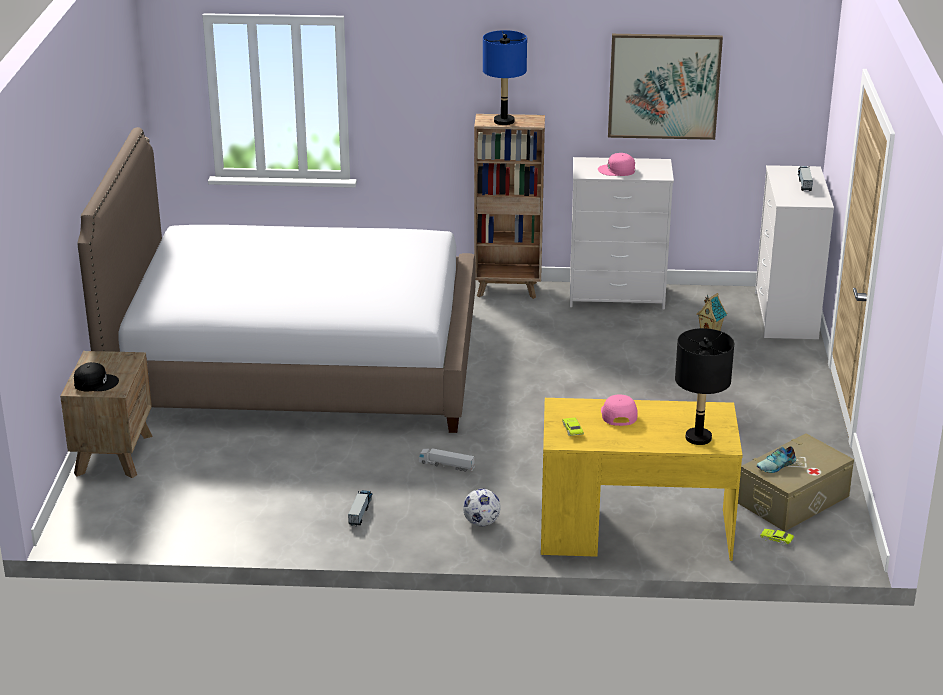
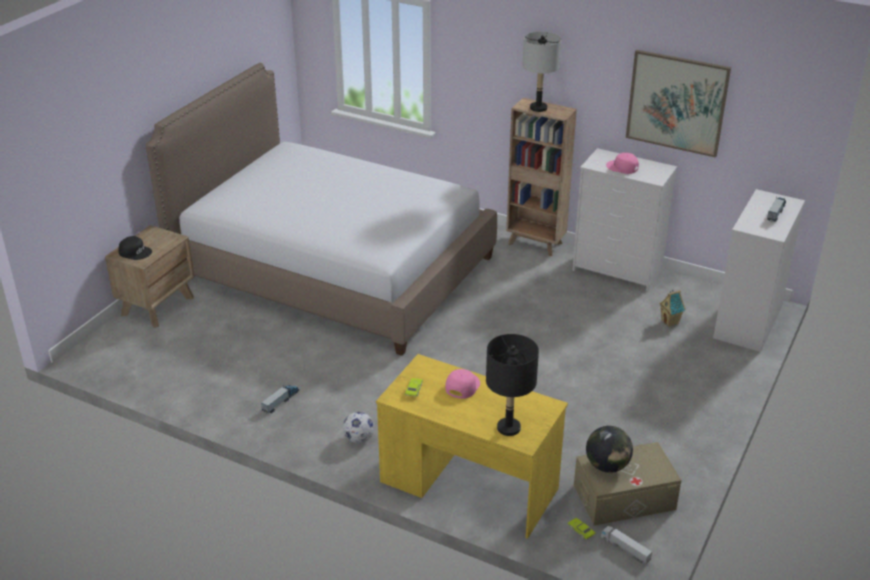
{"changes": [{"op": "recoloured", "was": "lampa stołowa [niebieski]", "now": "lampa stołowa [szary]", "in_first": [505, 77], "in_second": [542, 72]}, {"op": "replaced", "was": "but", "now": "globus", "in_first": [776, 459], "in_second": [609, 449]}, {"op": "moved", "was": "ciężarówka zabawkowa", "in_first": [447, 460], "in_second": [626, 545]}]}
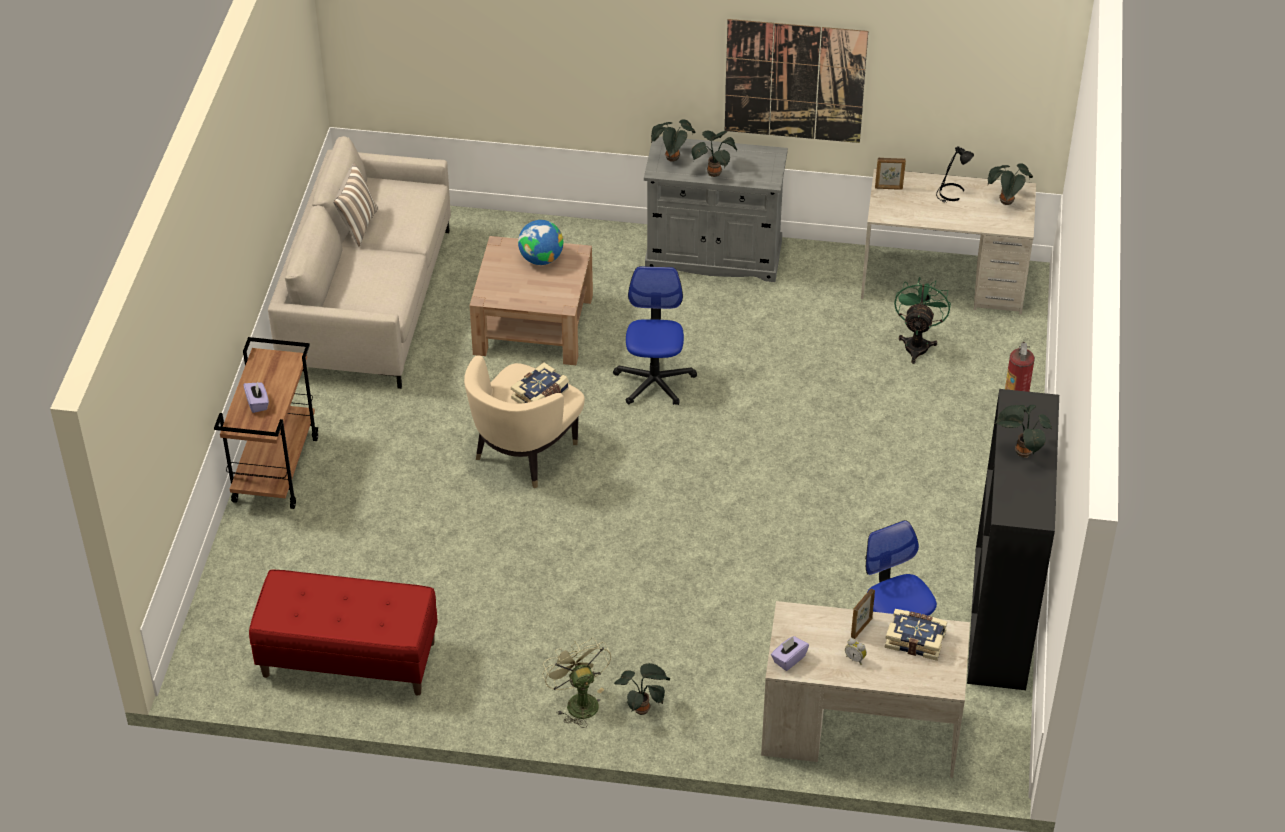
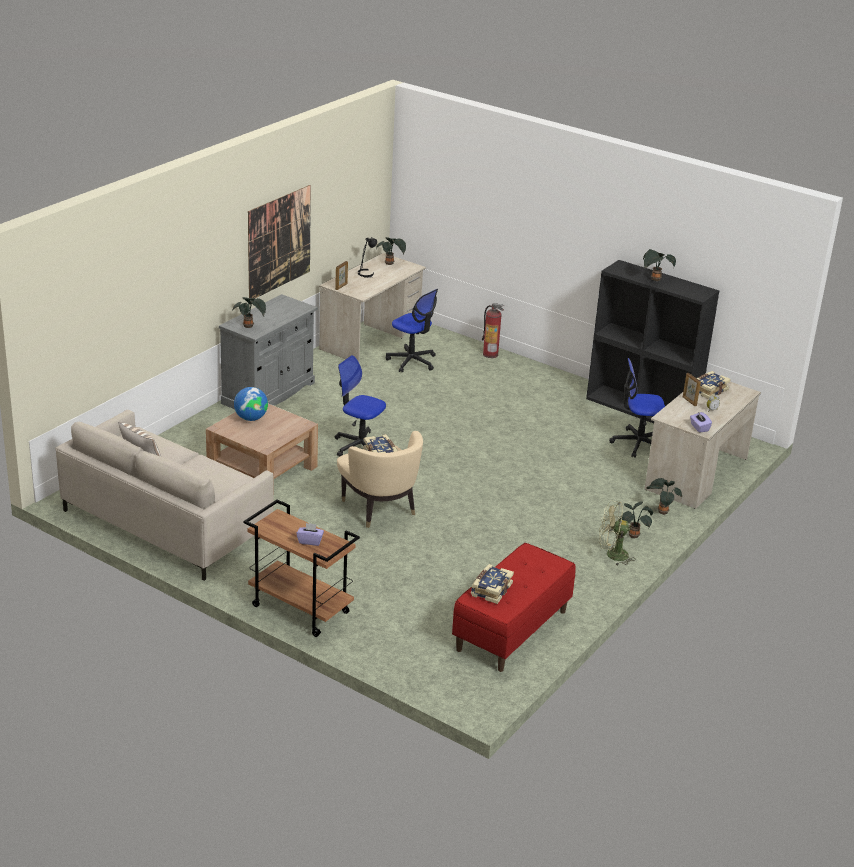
{"changes": [{"op": "replaced", "was": "wentylator [zielony]", "now": "krzesło biurowe", "in_first": [922, 320], "in_second": [412, 331]}, {"op": "added", "now": "książka", "in_second": [492, 584]}, {"op": "moved", "was": "roślina doniczkowa", "in_first": [714, 153], "in_second": [664, 496]}]}
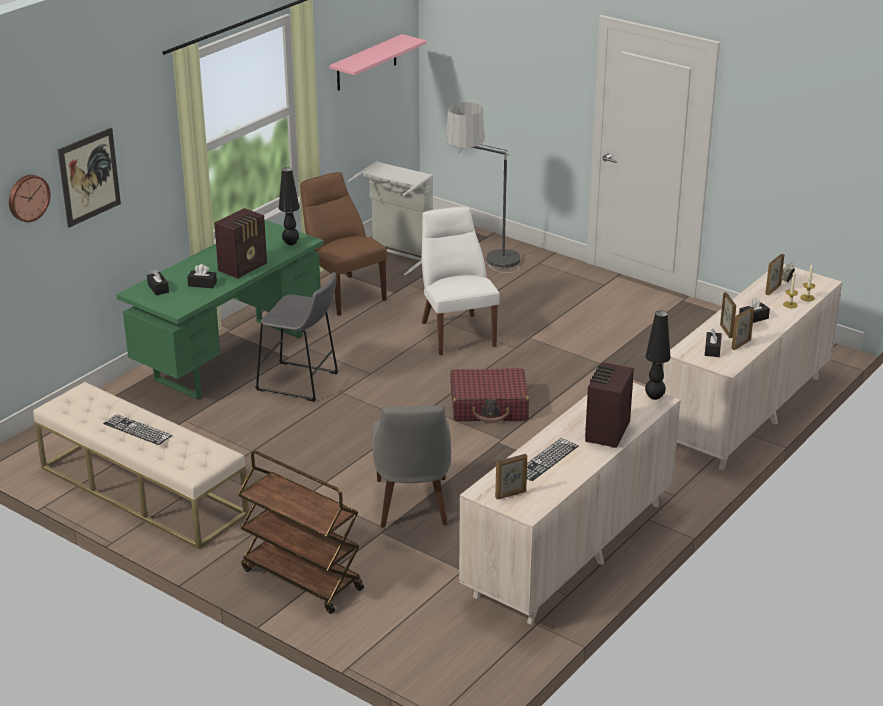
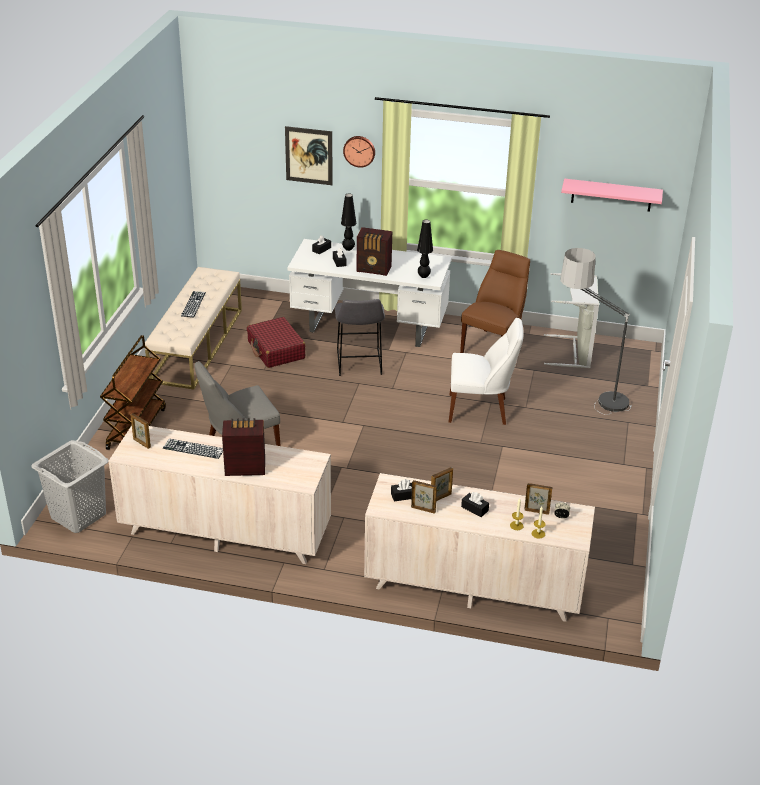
{"changes": [{"op": "added", "now": "kosz na pranie [szary]", "in_second": [70, 486]}, {"op": "moved", "was": "walizka [czerwony]", "in_first": [489, 395], "in_second": [276, 342]}, {"op": "recoloured", "was": "biurko [zielony]", "now": "biurko [biały]", "in_first": [219, 310], "in_second": [370, 293]}, {"op": "moved", "was": "lampa stołowa [czarny]", "in_first": [657, 355], "in_second": [348, 222]}, {"op": "moved", "was": "zegar ścienny", "in_first": [29, 198], "in_second": [359, 152]}, {"op": "turned", "was": "krzesło [biały]", "in_first": [461, 280], "in_second": [486, 371], "clockwise": 45}]}
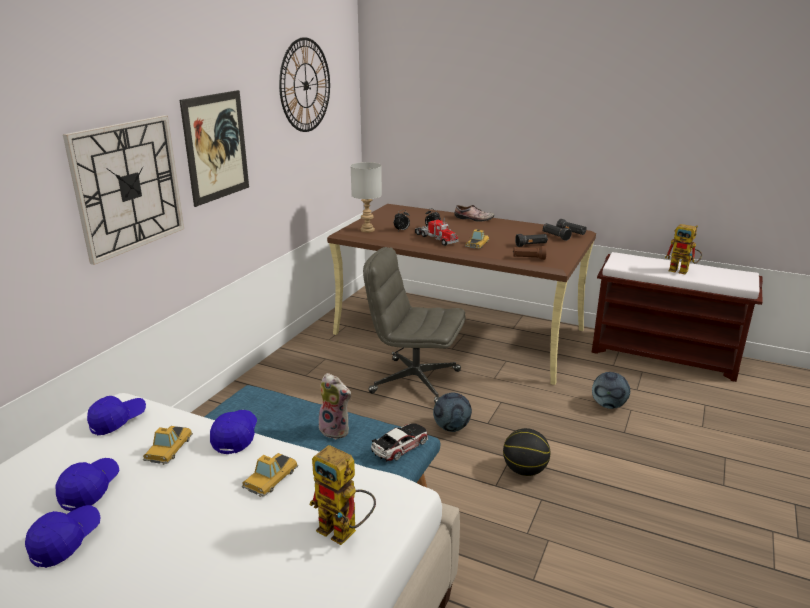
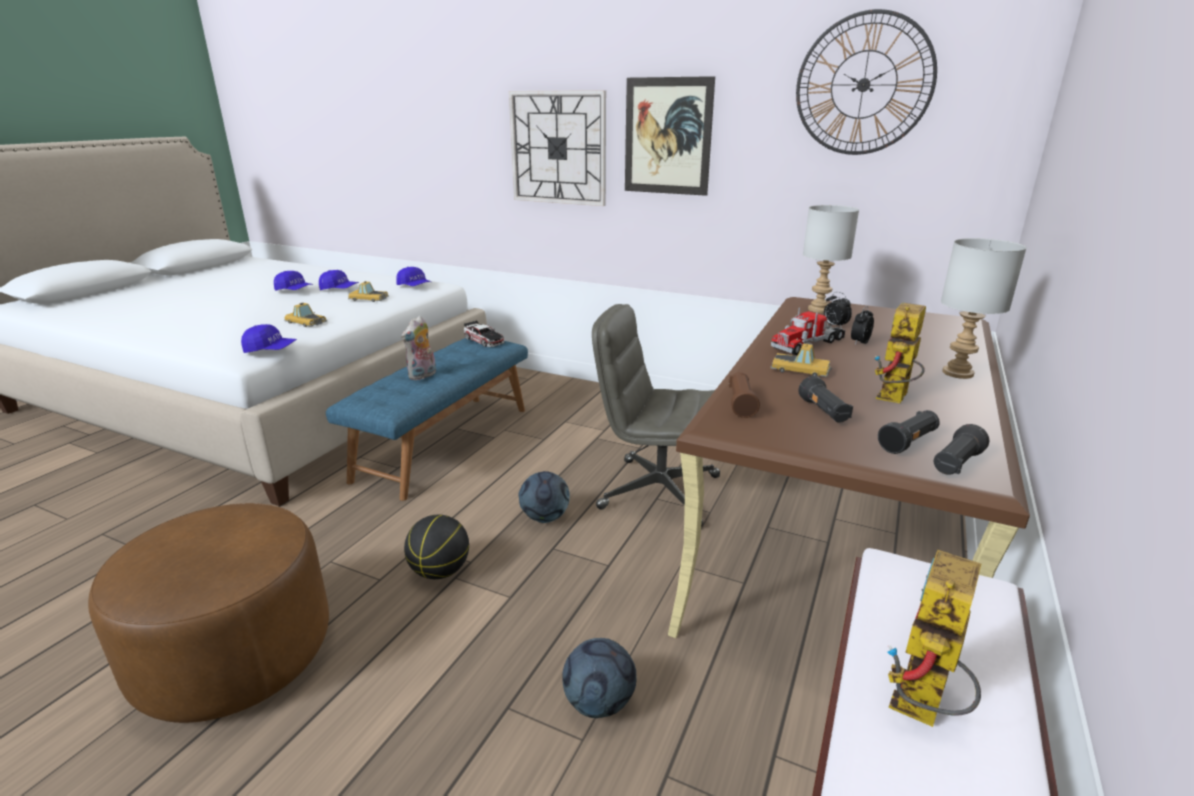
{"changes": [{"op": "added", "now": "pufa [brązowy]", "in_second": [208, 613]}, {"op": "moved", "was": "czapka z daszkiem [niebieski]", "in_first": [233, 432], "in_second": [269, 338]}, {"op": "moved", "was": "samochodzik", "in_first": [399, 442], "in_second": [484, 334]}, {"op": "turned", "was": "krzesło biurowe [szary]", "in_first": [414, 325], "in_second": [656, 415], "clockwise": -90}, {"op": "moved", "was": "robot zabawkowy", "in_first": [342, 495], "in_second": [900, 353]}, {"op": "replaced", "was": "but", "now": "lampa stołowa [szary]", "in_first": [474, 213], "in_second": [984, 308]}]}
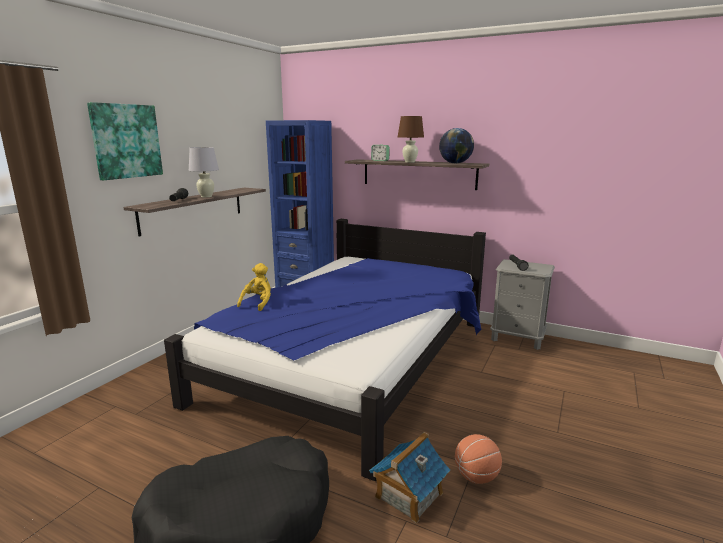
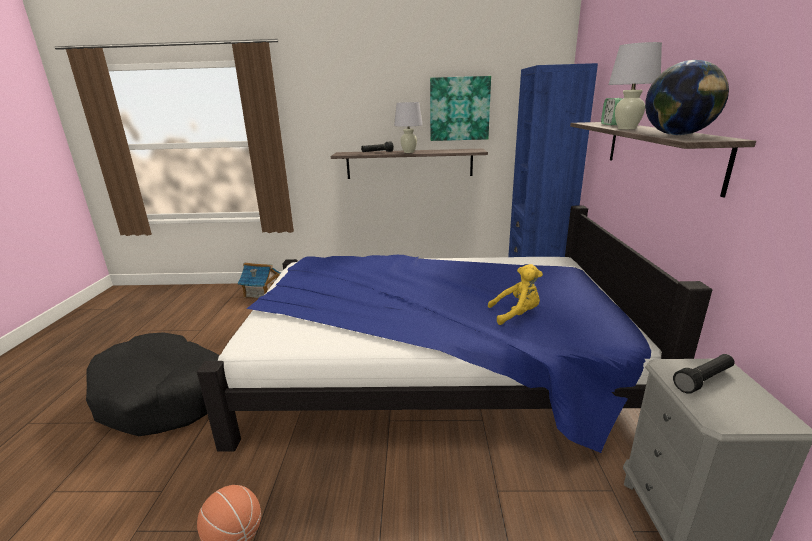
{"changes": [{"op": "moved", "was": "domek", "in_first": [409, 478], "in_second": [259, 280]}, {"op": "moved", "was": "obraz", "in_first": [125, 141], "in_second": [460, 108]}, {"op": "moved", "was": "pluszak [żółty]", "in_first": [254, 287], "in_second": [515, 294]}, {"op": "recoloured", "was": "lampa stołowa [brązowy]", "now": "lampa stołowa [biały]", "in_first": [411, 139], "in_second": [635, 85]}]}
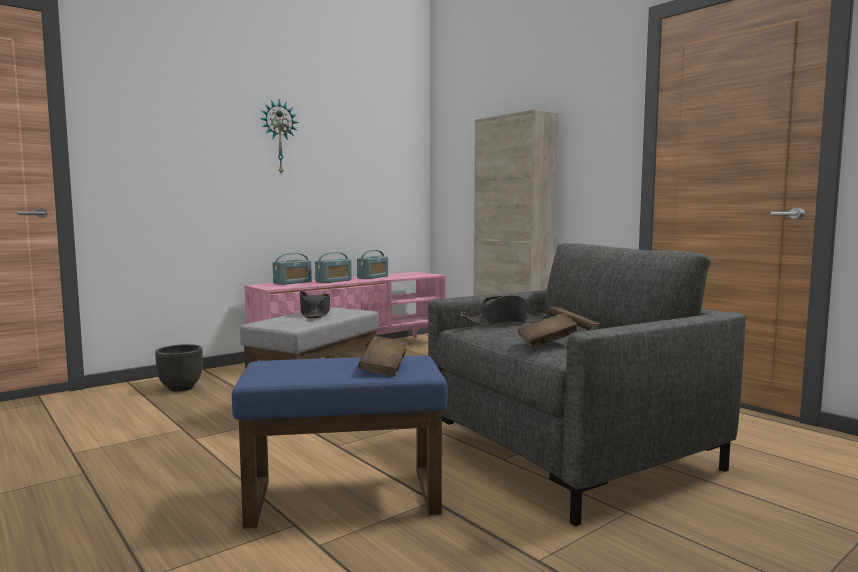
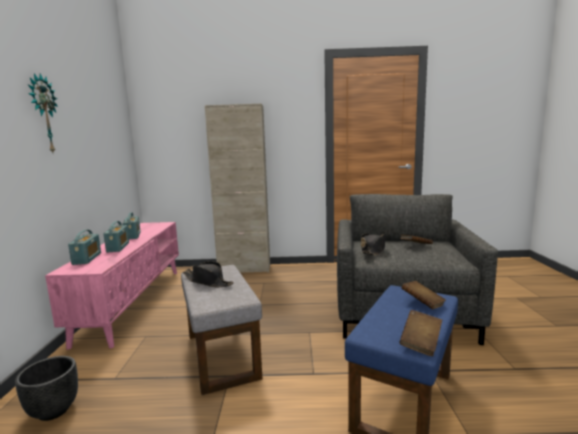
{"changes": [{"op": "moved", "was": "książka [brązowy]", "in_first": [548, 330], "in_second": [420, 333]}]}
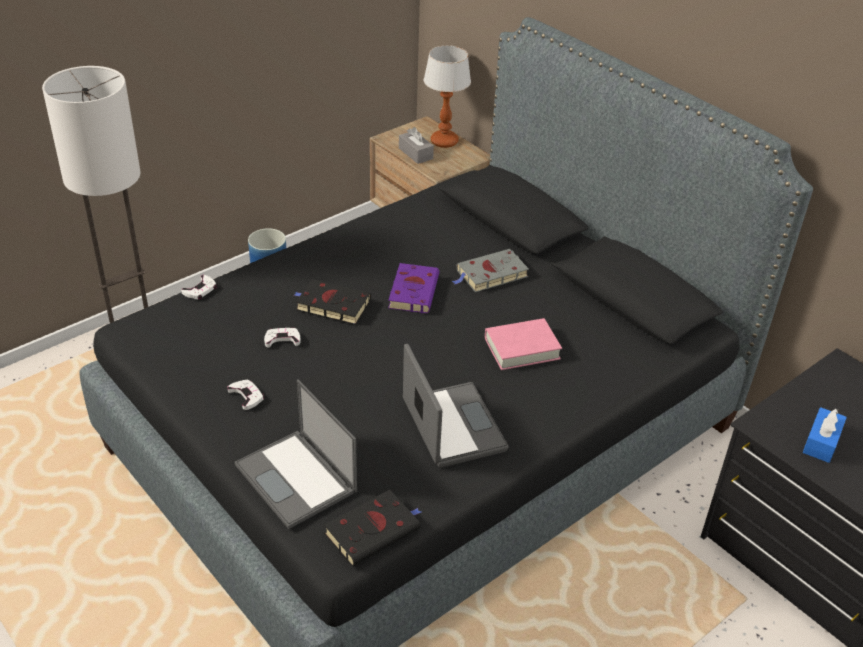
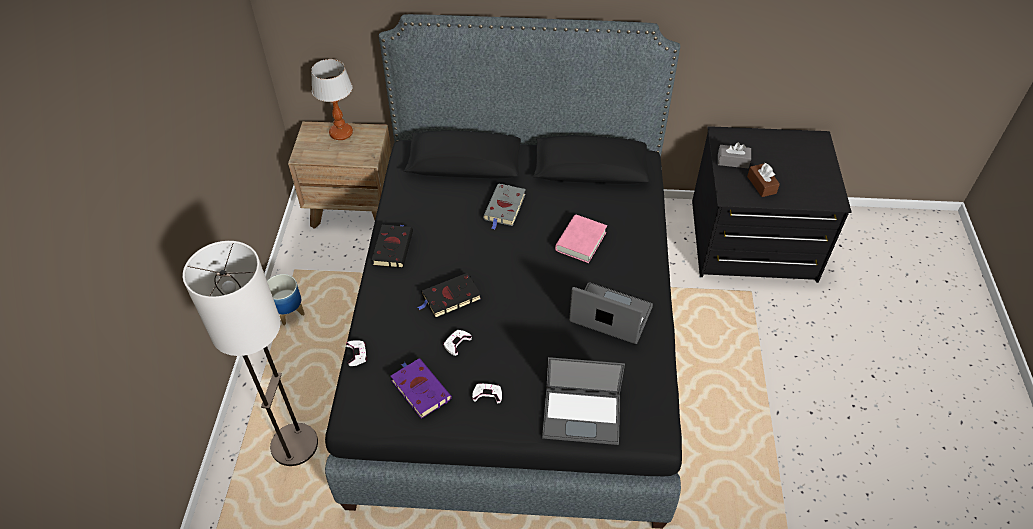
{"changes": [{"op": "moved", "was": "książka [czarny]", "in_first": [372, 528], "in_second": [392, 246]}, {"op": "moved", "was": "książka [fioletowy]", "in_first": [413, 288], "in_second": [421, 388]}, {"op": "moved", "was": "pudełko chusteczek [szary]", "in_first": [416, 145], "in_second": [734, 155]}, {"op": "recoloured", "was": "pudełko chusteczek [niebieski]", "now": "pudełko chusteczek [brązowy]", "in_first": [825, 435], "in_second": [763, 180]}]}
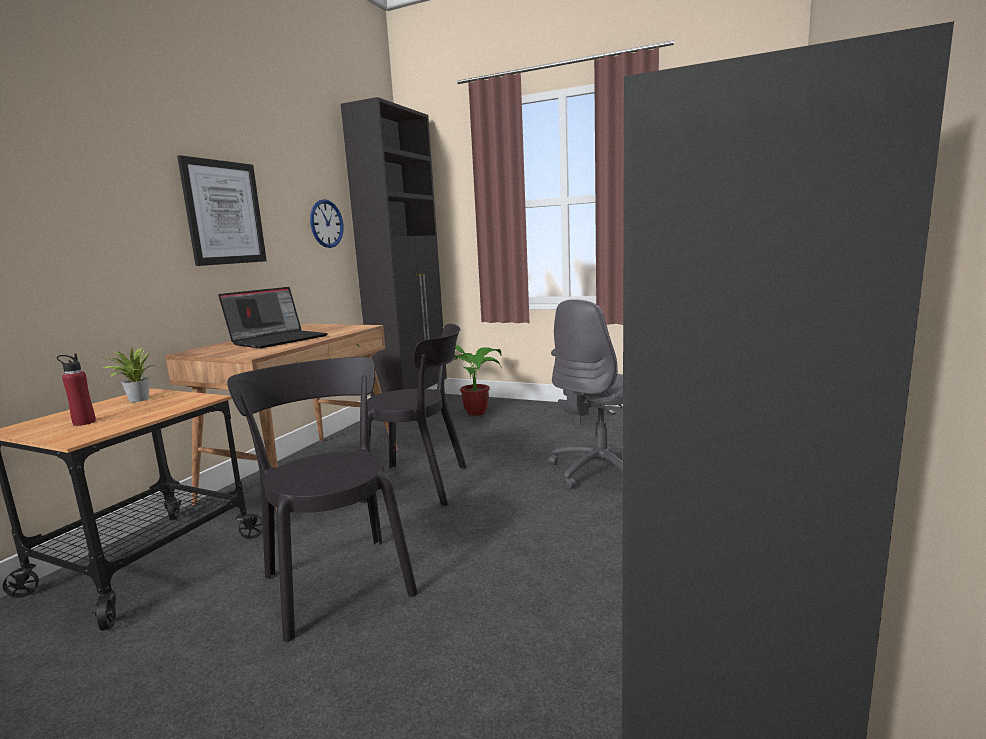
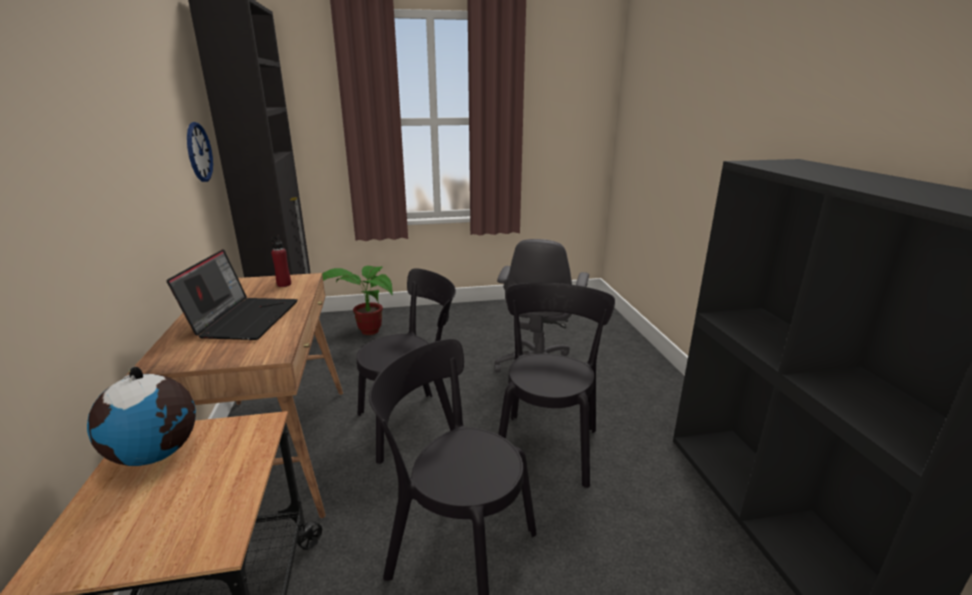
{"changes": [{"op": "replaced", "was": "roślina doniczkowa", "now": "globus", "in_first": [126, 375], "in_second": [141, 416]}, {"op": "moved", "was": "butelka [czerwony]", "in_first": [76, 389], "in_second": [281, 261]}, {"op": "added", "now": "krzesło [czarny]", "in_second": [556, 385]}, {"op": "removed", "was": "obraz", "in_first": [222, 210]}]}
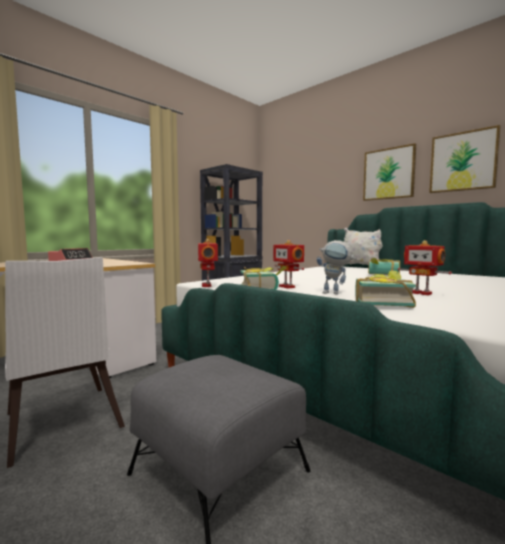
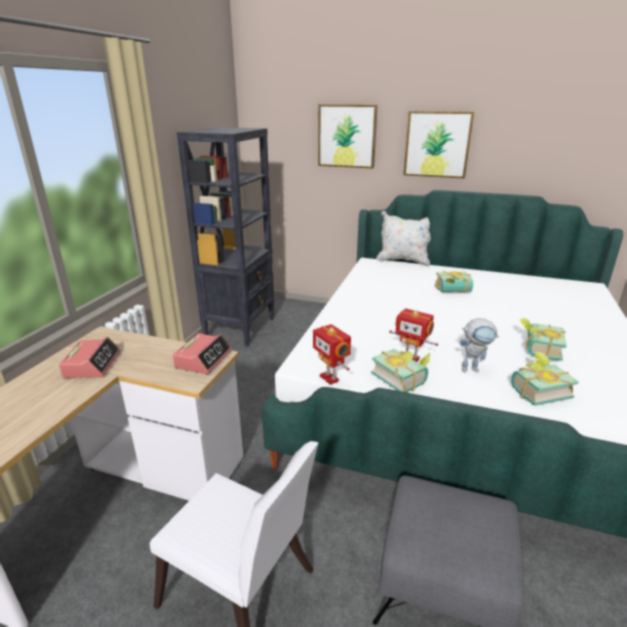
{"changes": [{"op": "added", "now": "budzik", "in_second": [202, 353]}, {"op": "moved", "was": "obraz", "in_first": [465, 159], "in_second": [348, 136]}, {"op": "replaced", "was": "robot zabawkowy", "now": "książka", "in_first": [425, 267], "in_second": [543, 339]}]}
